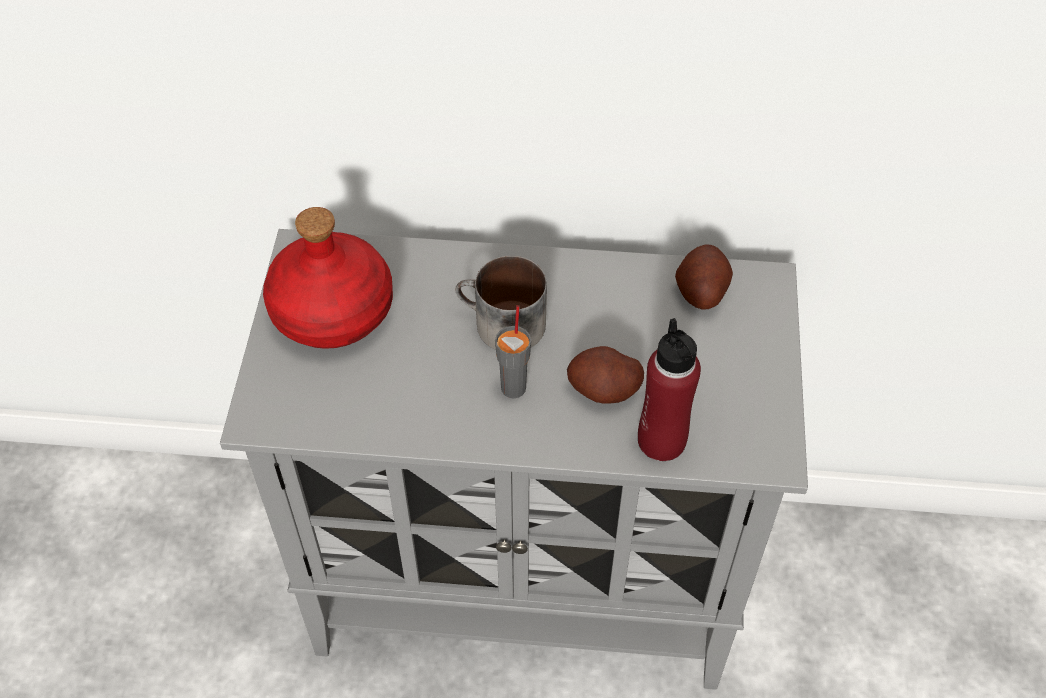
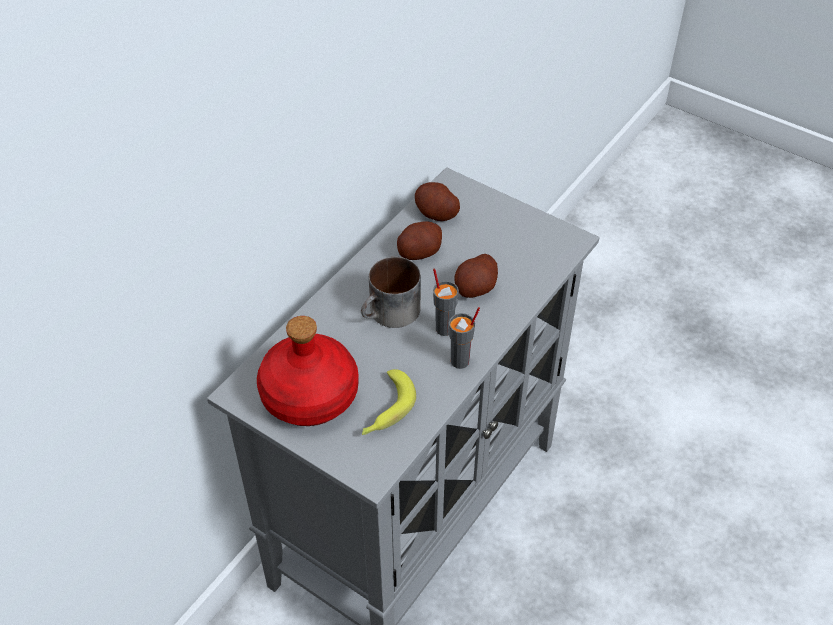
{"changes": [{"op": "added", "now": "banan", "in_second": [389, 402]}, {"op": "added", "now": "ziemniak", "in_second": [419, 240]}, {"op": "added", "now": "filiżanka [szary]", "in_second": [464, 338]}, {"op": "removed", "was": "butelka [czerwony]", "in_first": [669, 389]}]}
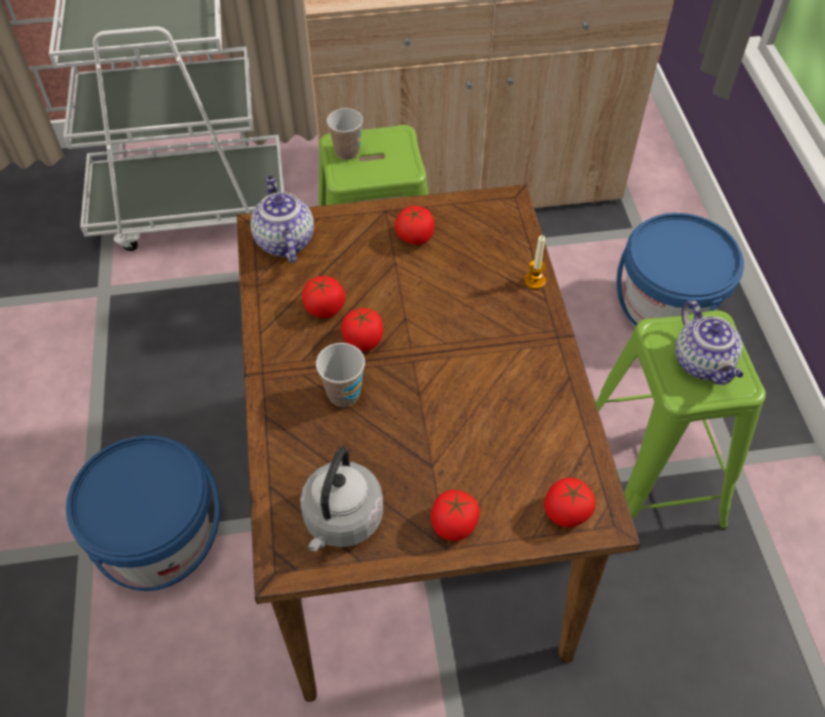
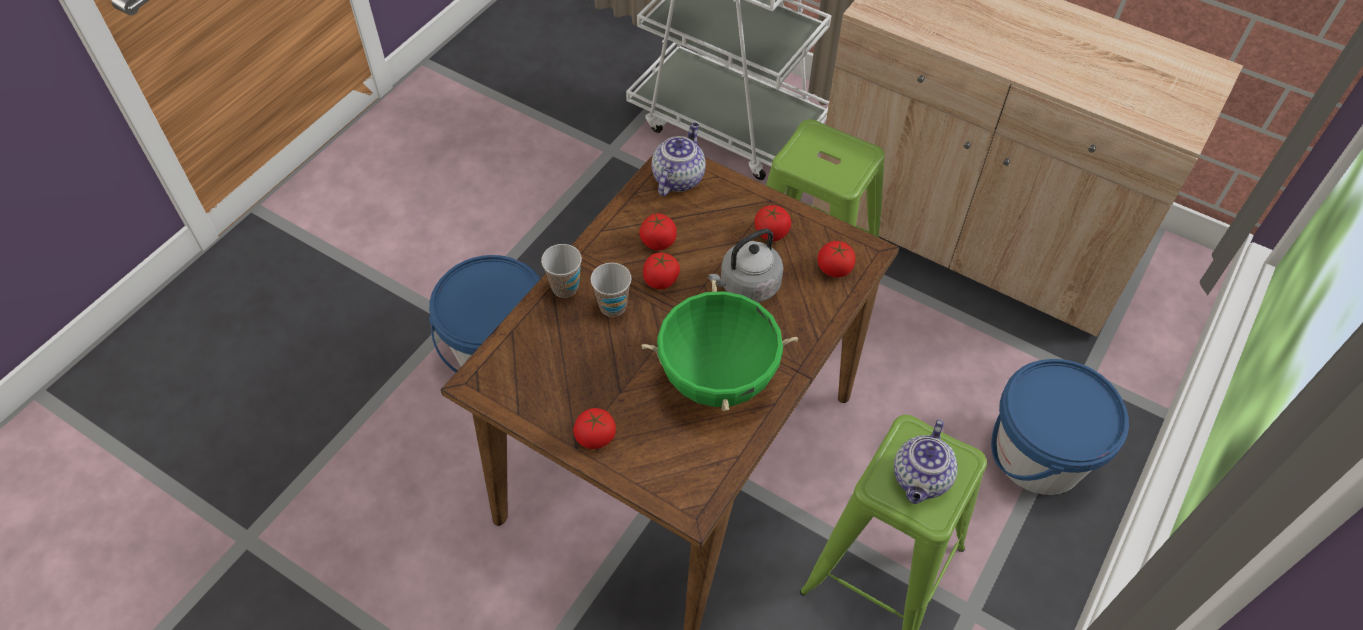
{"changes": [{"op": "moved", "was": "filiżanka", "in_first": [345, 134], "in_second": [561, 271]}, {"op": "added", "now": "garnek [zielony]", "in_second": [720, 346]}, {"op": "moved", "was": "czajnik [szary]", "in_first": [342, 499], "in_second": [746, 265]}, {"op": "moved", "was": "pomidor", "in_first": [570, 502], "in_second": [836, 259]}, {"op": "removed", "was": "świeca", "in_first": [535, 262]}]}
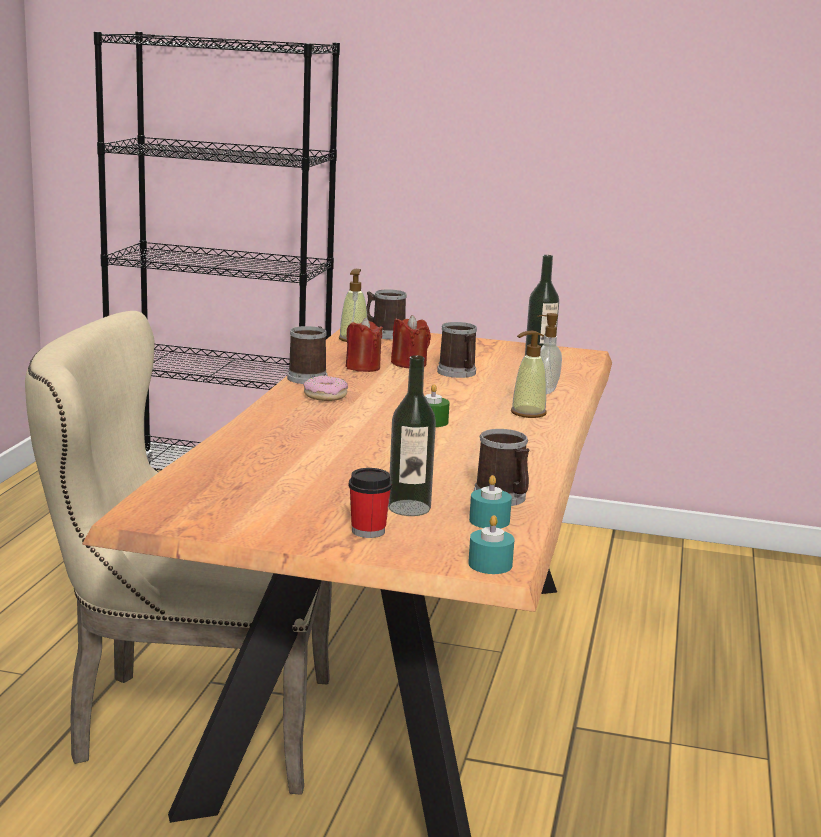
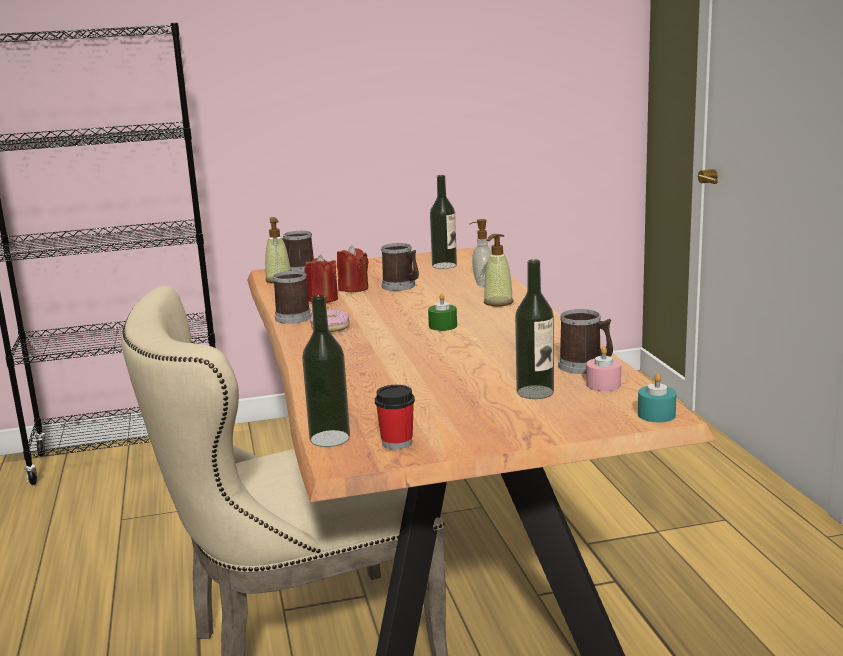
{"changes": [{"op": "added", "now": "butelka", "in_second": [326, 371]}, {"op": "moved", "was": "filiżanka", "in_first": [370, 503], "in_second": [395, 417]}, {"op": "recoloured", "was": "świeca [turkusowy]", "now": "świeca [różowy]", "in_first": [490, 502], "in_second": [603, 368]}]}
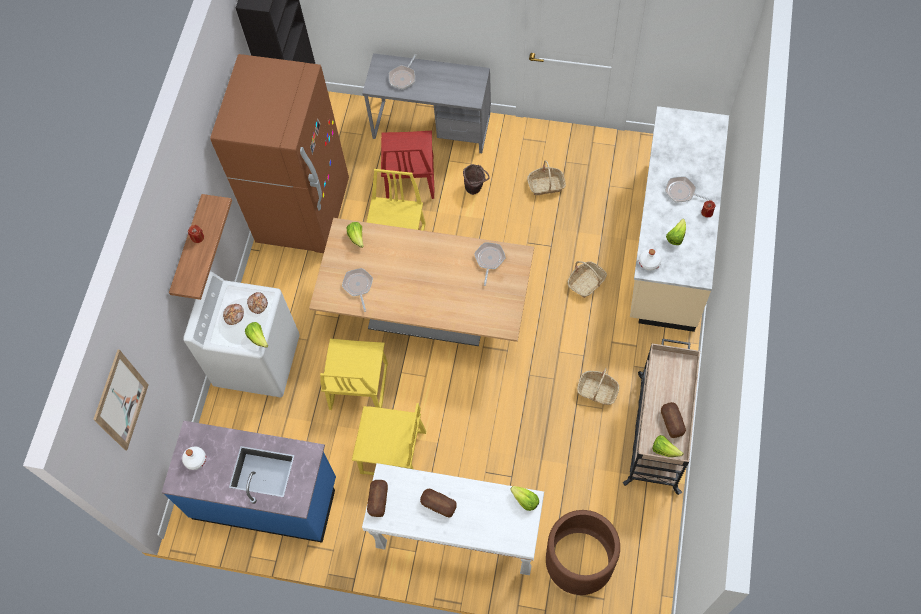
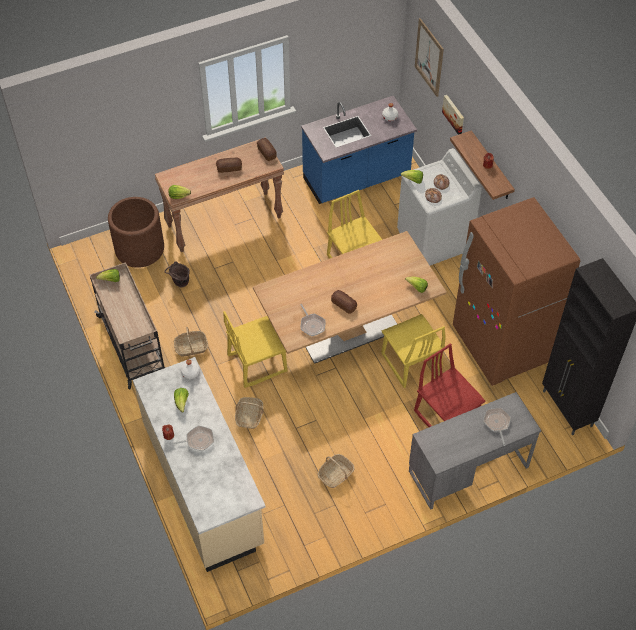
{"changes": [{"op": "recoloured", "was": "stolik konsolowy [biały]", "now": "stolik konsolowy [brązowy]", "in_first": [453, 519], "in_second": [219, 195]}, {"op": "moved", "was": "wiadro [brązowy]", "in_first": [476, 179], "in_second": [177, 274]}, {"op": "moved", "was": "krzesło [żółty]", "in_first": [389, 439], "in_second": [255, 349]}, {"op": "moved", "was": "chleb", "in_first": [673, 420], "in_second": [344, 302]}, {"op": "added", "now": "obraz", "in_second": [453, 115]}, {"op": "removed", "was": "patelnia", "in_first": [357, 290]}]}
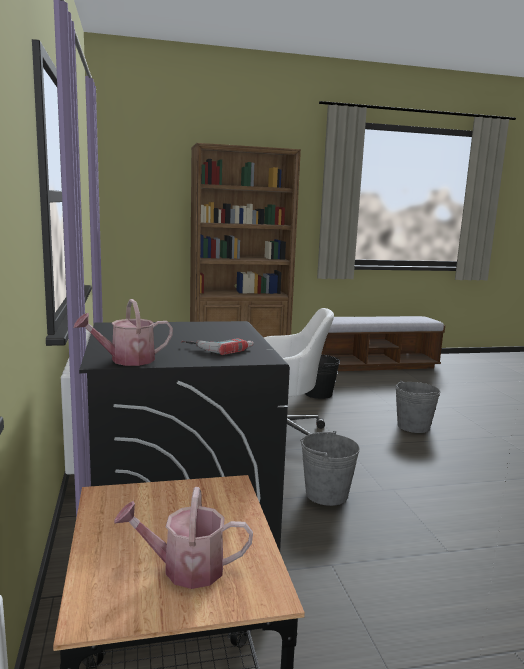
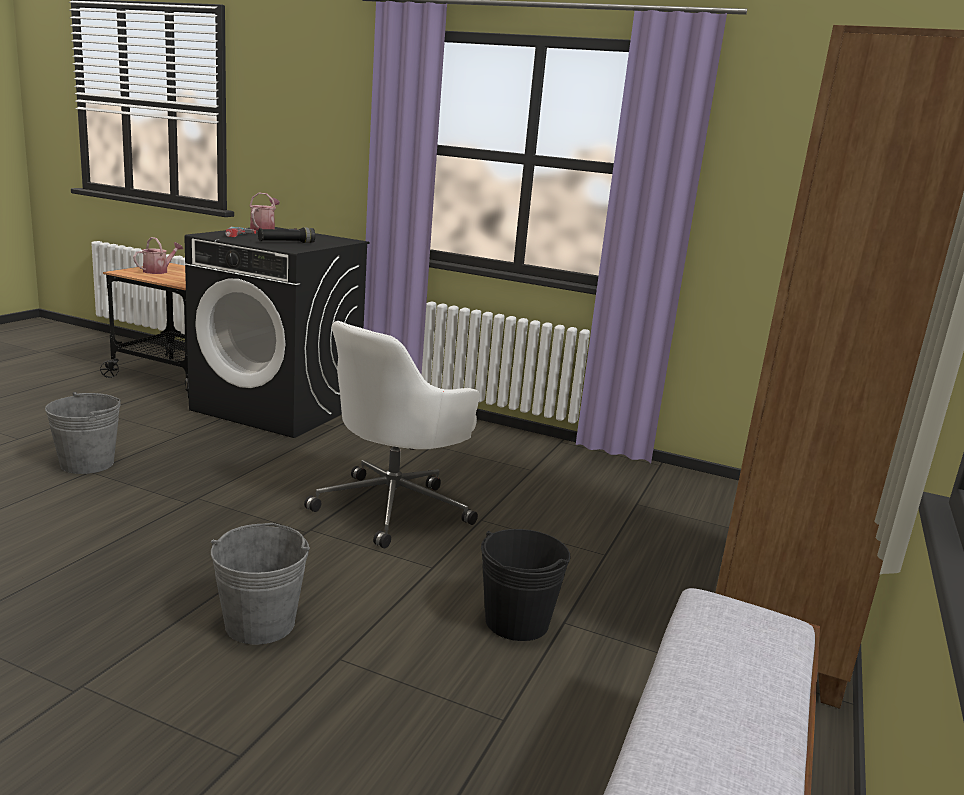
{"changes": [{"op": "moved", "was": "wiadro [szary]", "in_first": [330, 468], "in_second": [83, 433]}, {"op": "added", "now": "latarka [czarny]", "in_second": [286, 235]}]}
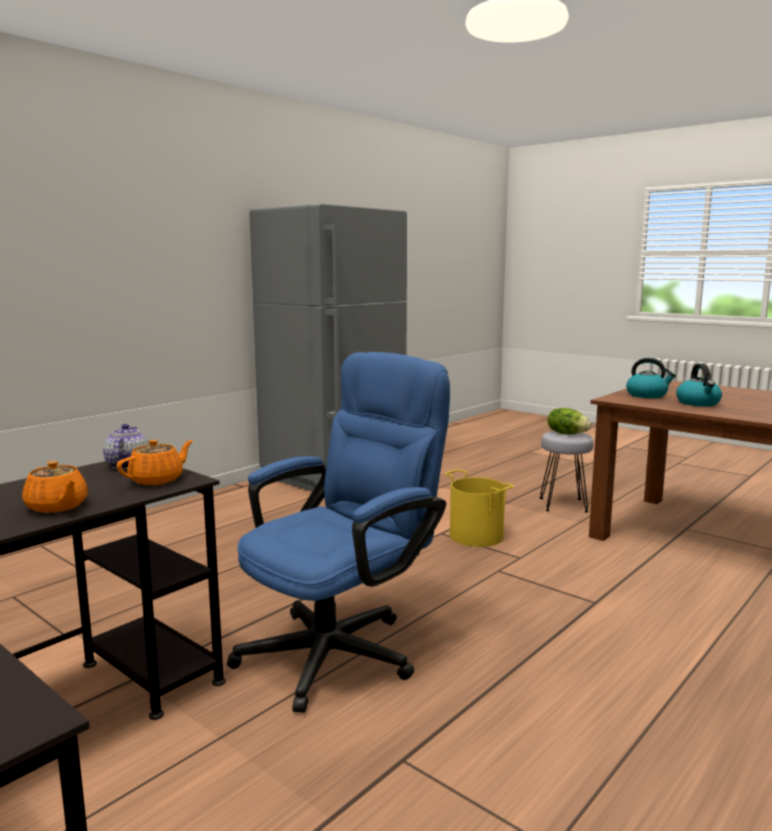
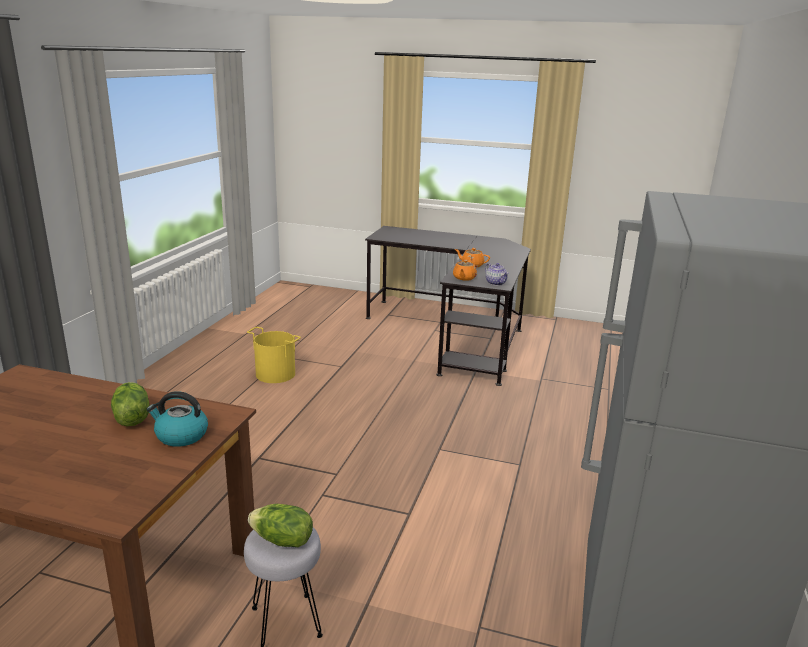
{"changes": [{"op": "replaced", "was": "czajnik", "now": "sałata", "in_first": [699, 385], "in_second": [130, 404]}, {"op": "moved", "was": "wiadro [żółty]", "in_first": [479, 508], "in_second": [274, 355]}, {"op": "removed", "was": "krzesło biurowe [niebieski]", "in_first": [338, 532]}]}
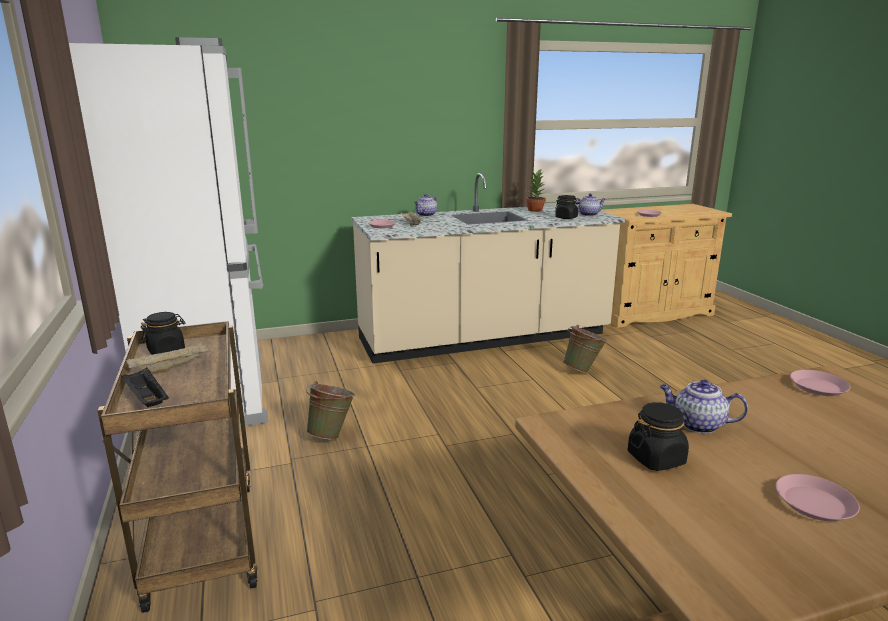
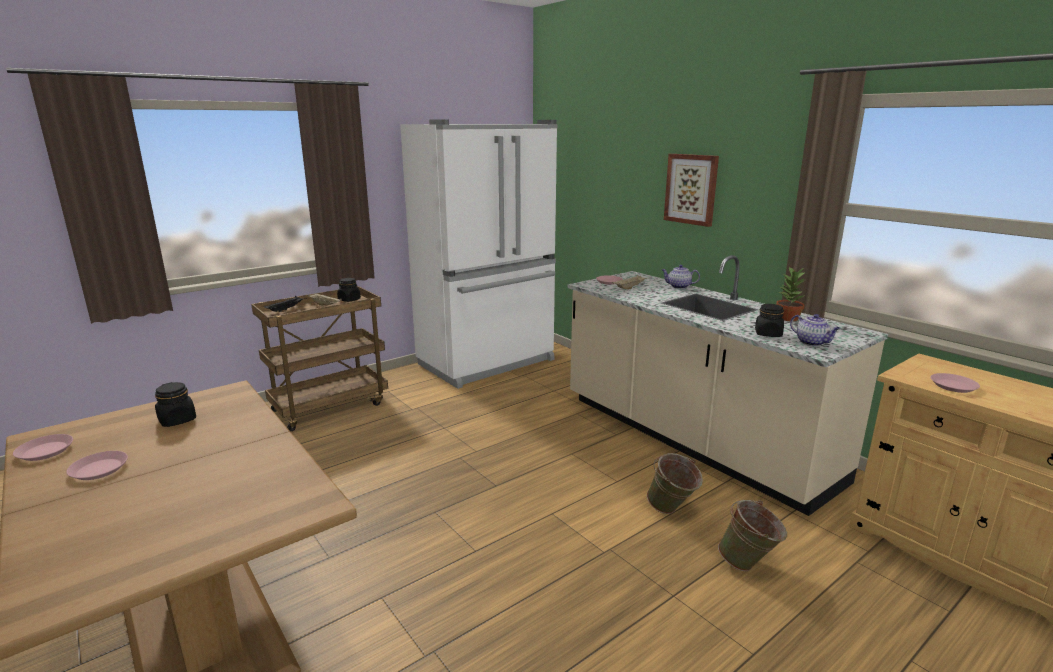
{"changes": [{"op": "moved", "was": "talerz [różowy]", "in_first": [820, 383], "in_second": [43, 447]}, {"op": "added", "now": "obraz", "in_second": [691, 190]}, {"op": "moved", "was": "wiadro [zielony]", "in_first": [330, 410], "in_second": [752, 535]}, {"op": "removed", "was": "imbryk", "in_first": [704, 406]}]}
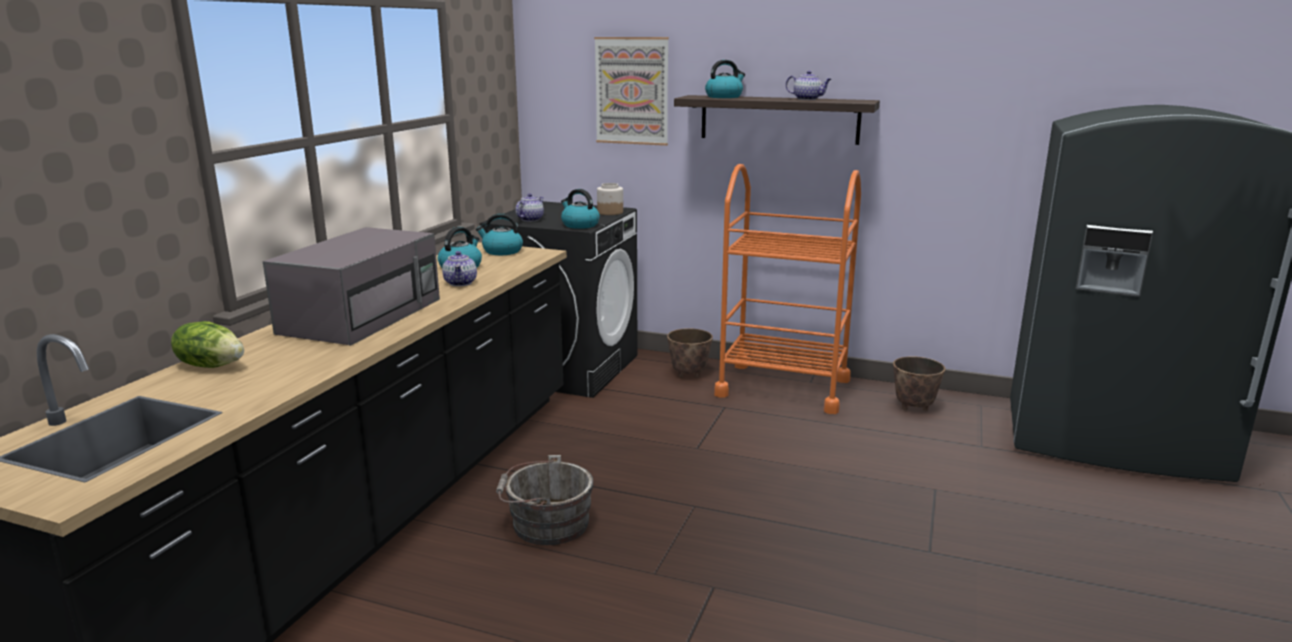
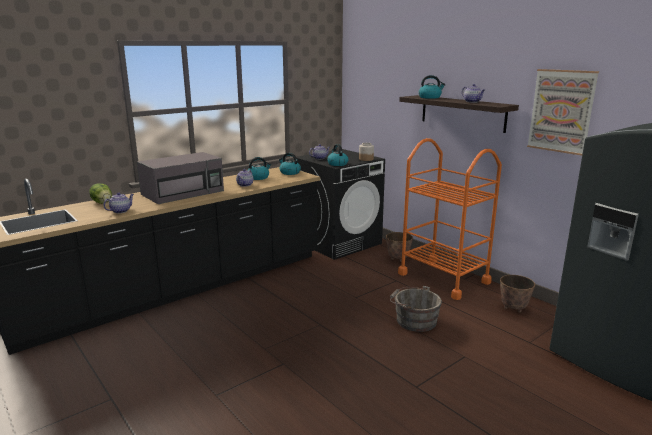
{"changes": [{"op": "added", "now": "imbryk", "in_second": [118, 202]}, {"op": "moved", "was": "wiadro [szary]", "in_first": [544, 500], "in_second": [416, 309]}, {"op": "moved", "was": "obraz", "in_first": [631, 91], "in_second": [563, 112]}]}
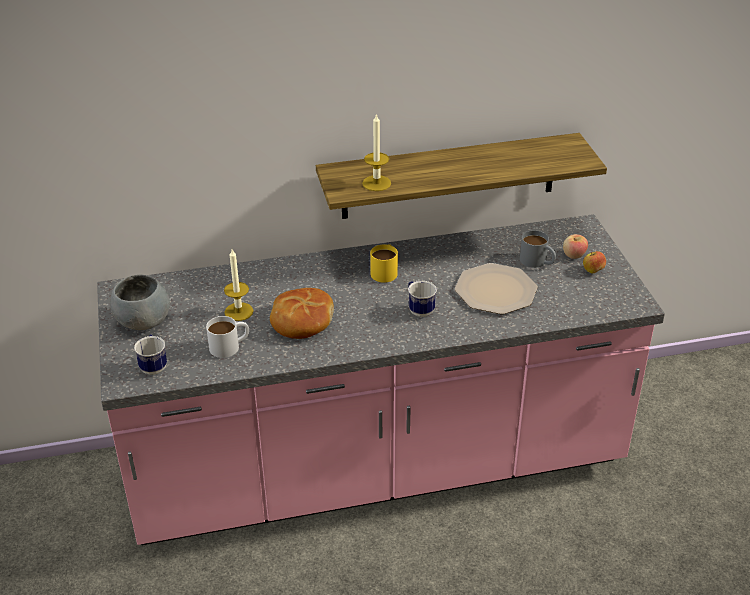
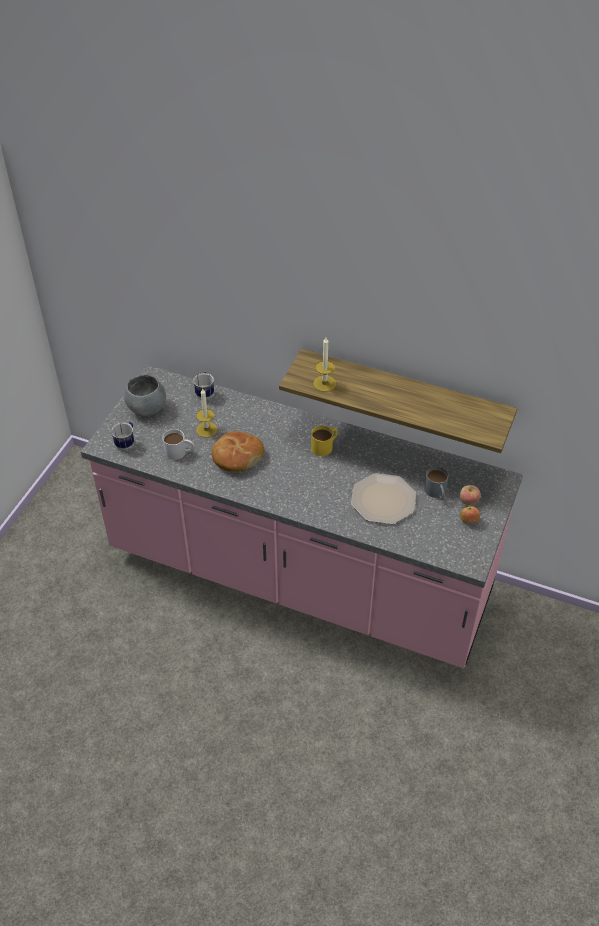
{"changes": [{"op": "moved", "was": "kubek", "in_first": [422, 299], "in_second": [203, 385]}]}
